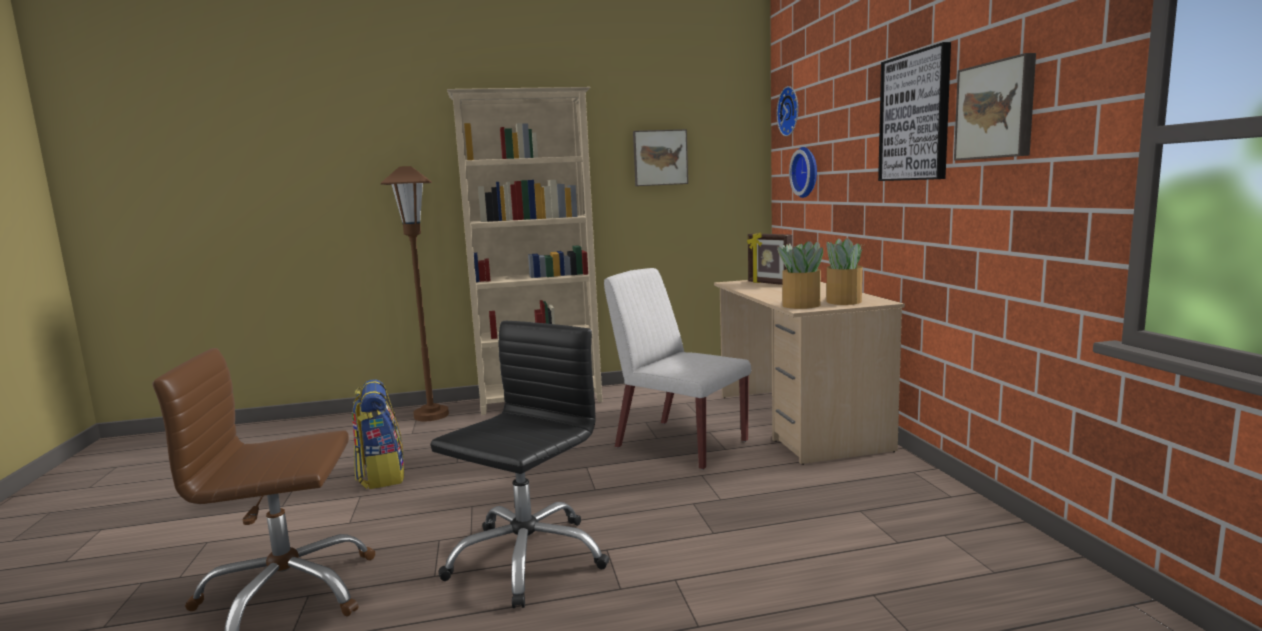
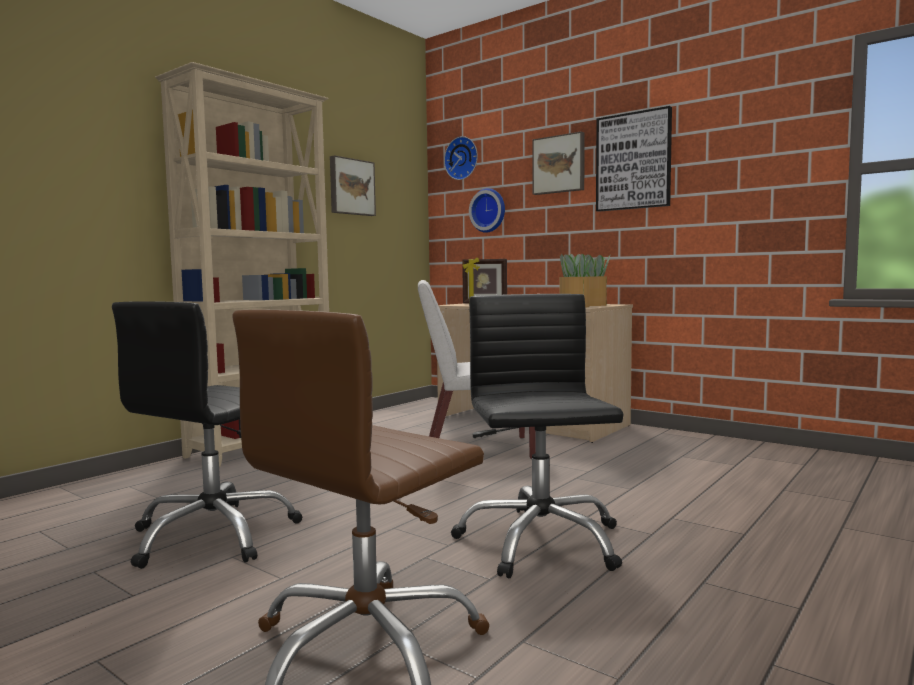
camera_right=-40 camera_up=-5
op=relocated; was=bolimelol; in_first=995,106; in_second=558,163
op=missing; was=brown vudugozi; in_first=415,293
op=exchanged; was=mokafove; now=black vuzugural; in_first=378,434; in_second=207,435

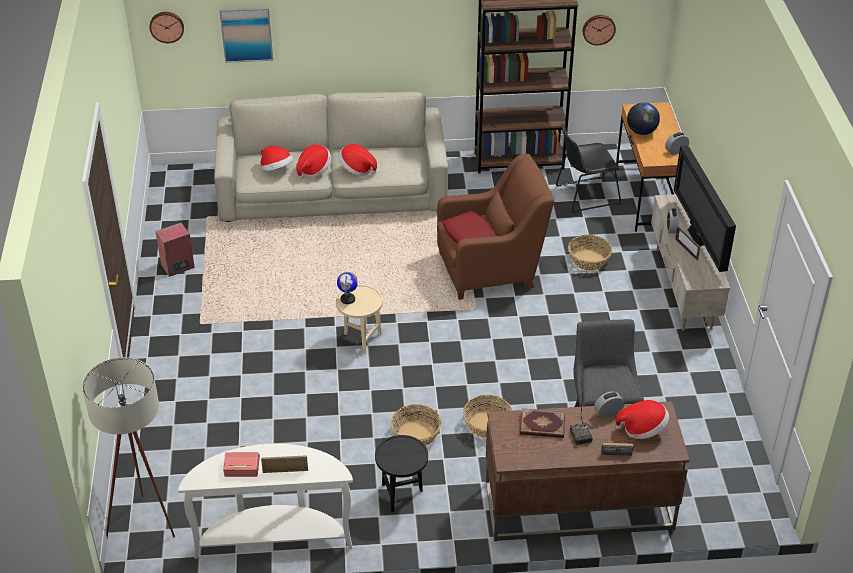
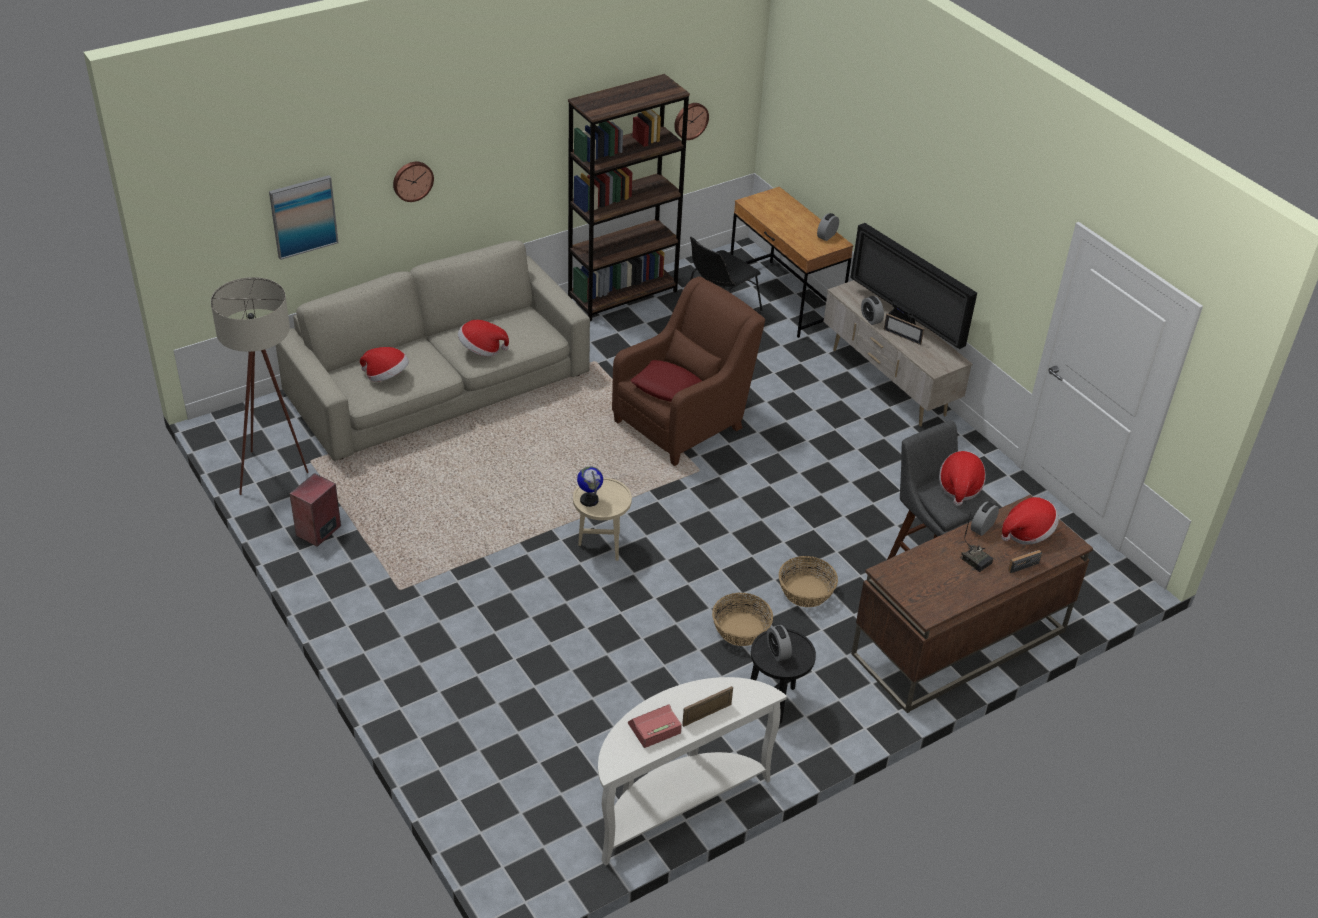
camera_right=-30 camera_up=0
op=relocated; was=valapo; in_first=167,27; in_second=413,182
op=missing; was=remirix; in_first=643,118
op=relocated; was=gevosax; in_first=313,162; in_second=962,478
op=missing; was=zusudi; in_first=590,253
op=relocated; was=beige vudugozi; in_first=128,447; in_second=259,386
op=missing; was=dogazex; in_first=542,423
op=appeared; now=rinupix; in_second=779,643

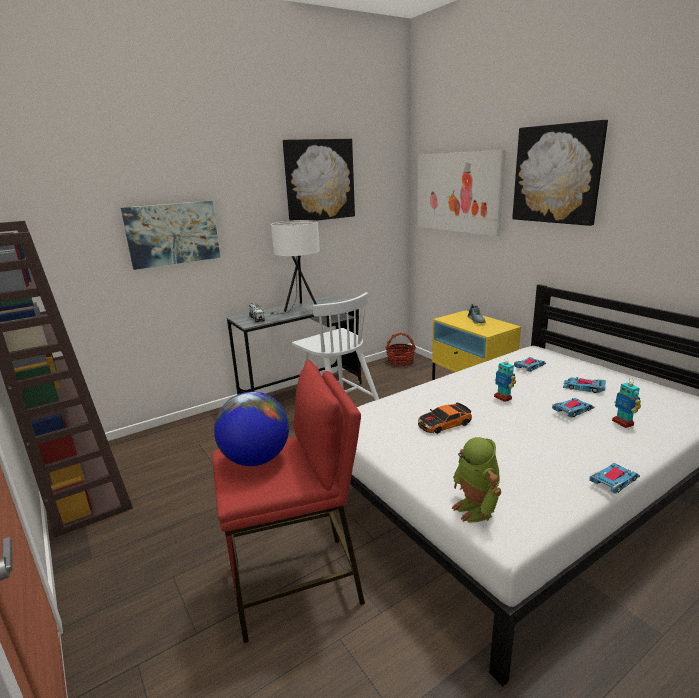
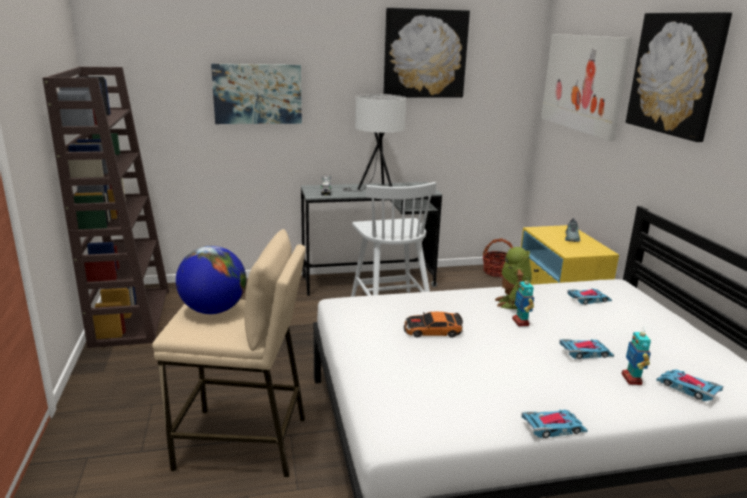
camera_right=20 camera_up=0
op=colour; was=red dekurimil; now=beige dekurimil; in_first=288,501; in_second=229,353
op=relocated; was=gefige; in_first=584,385; in_second=690,385
op=relocated; was=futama; in_first=476,480; in_second=513,278

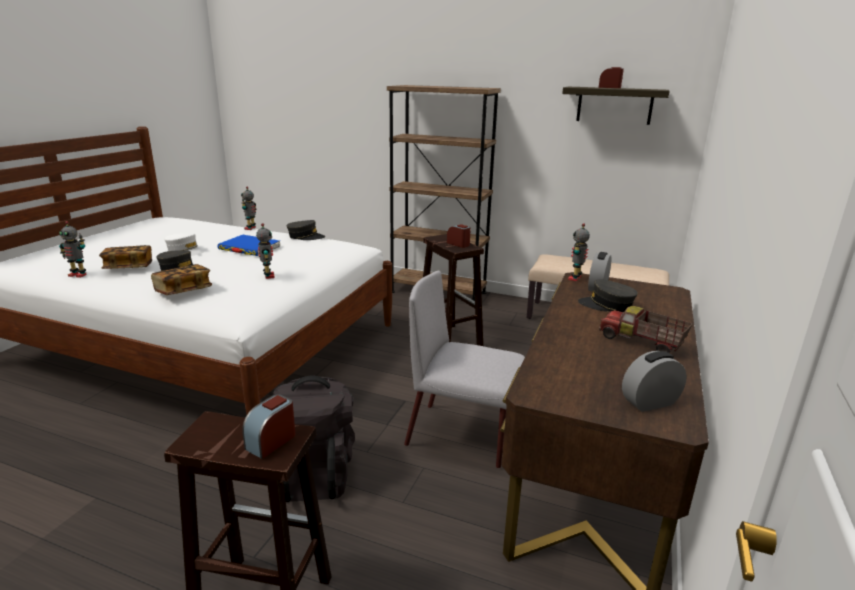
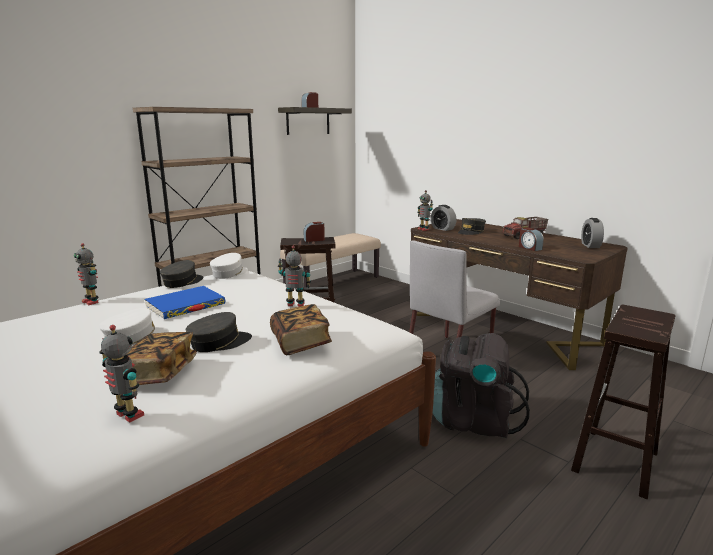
camera_right=-65 camera_up=-5
op=spun; was=futama; in_first=73,249; in_second=121,373; clockwise=-90
op=relocated; was=rinupix; in_first=268,426; in_second=531,239
op=appeared; now=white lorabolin; in_second=229,266

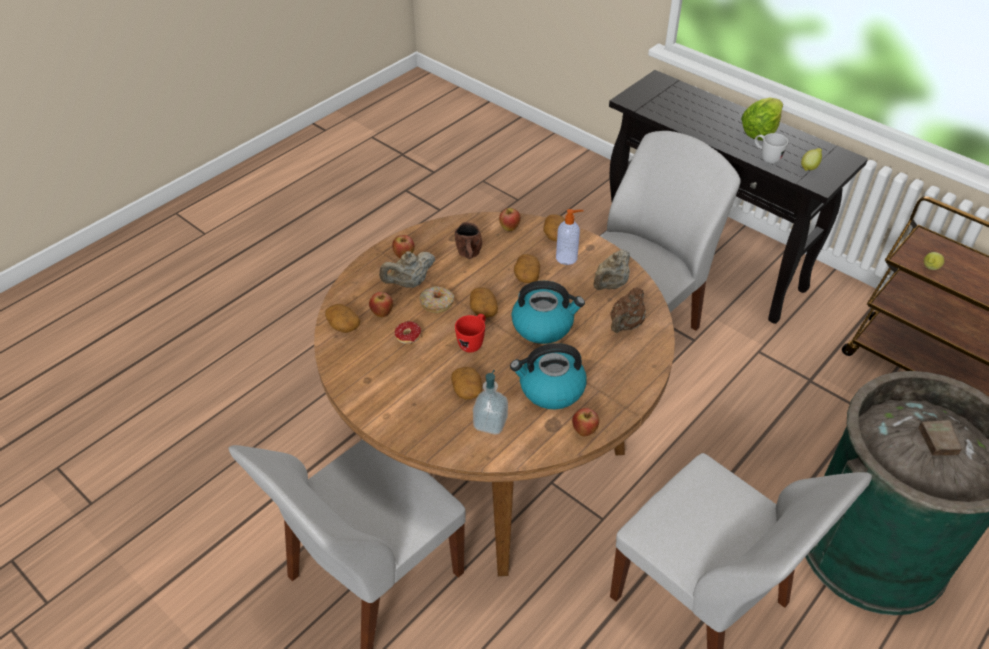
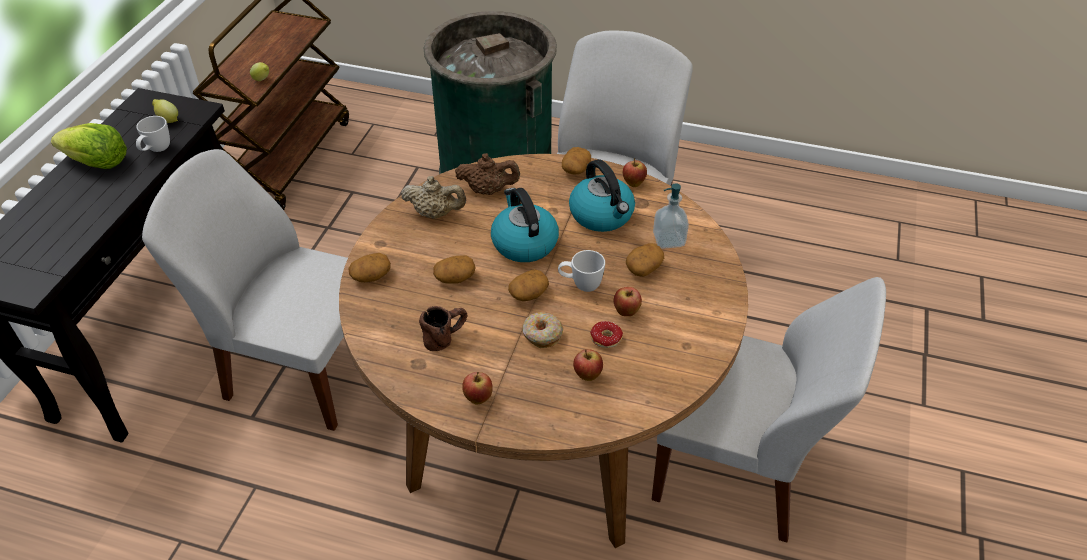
camera_right=-115 camera_up=0
op=relocated; was=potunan; in_first=510,219; in_second=628,301
op=missing; was=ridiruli; in_first=570,237
op=missing; was=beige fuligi; in_first=407,269
op=relocated; was=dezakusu; in_first=342,318; in_second=576,160
op=colour; was=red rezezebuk; now=white rezezebuk; in_first=470,333; in_second=581,271

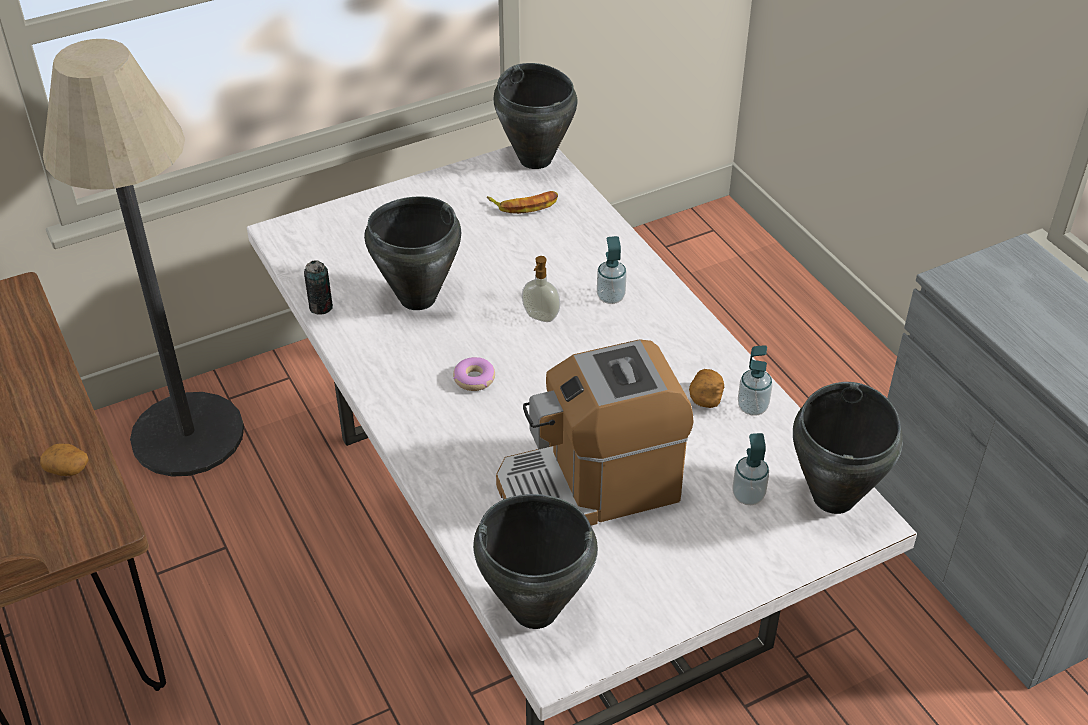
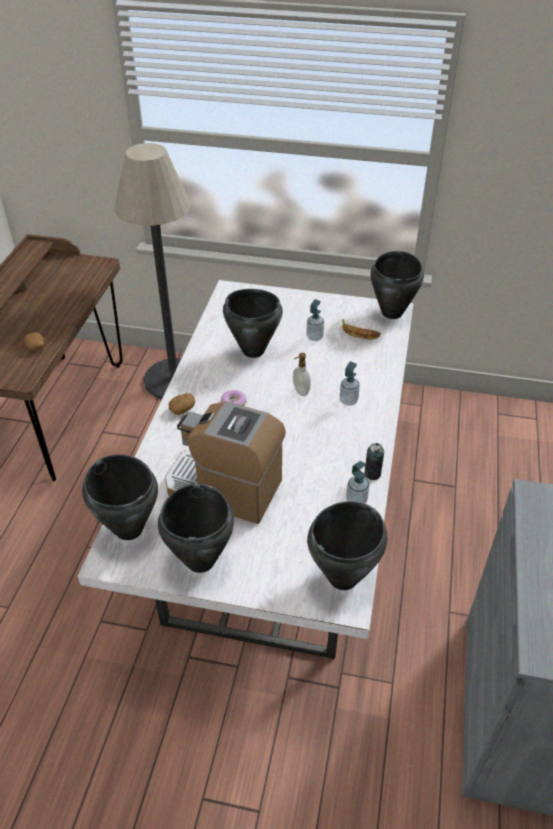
camera_right=40 camera_up=0
op=relocated; was=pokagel; in_first=318,287; in_second=374,461
op=relocated; was=dezakusu; in_first=706,388; in_second=182,404
op=relocated; was=ridiruli; in_first=750,469; in_second=315,320
op=appeared; now=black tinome; in_second=196,528

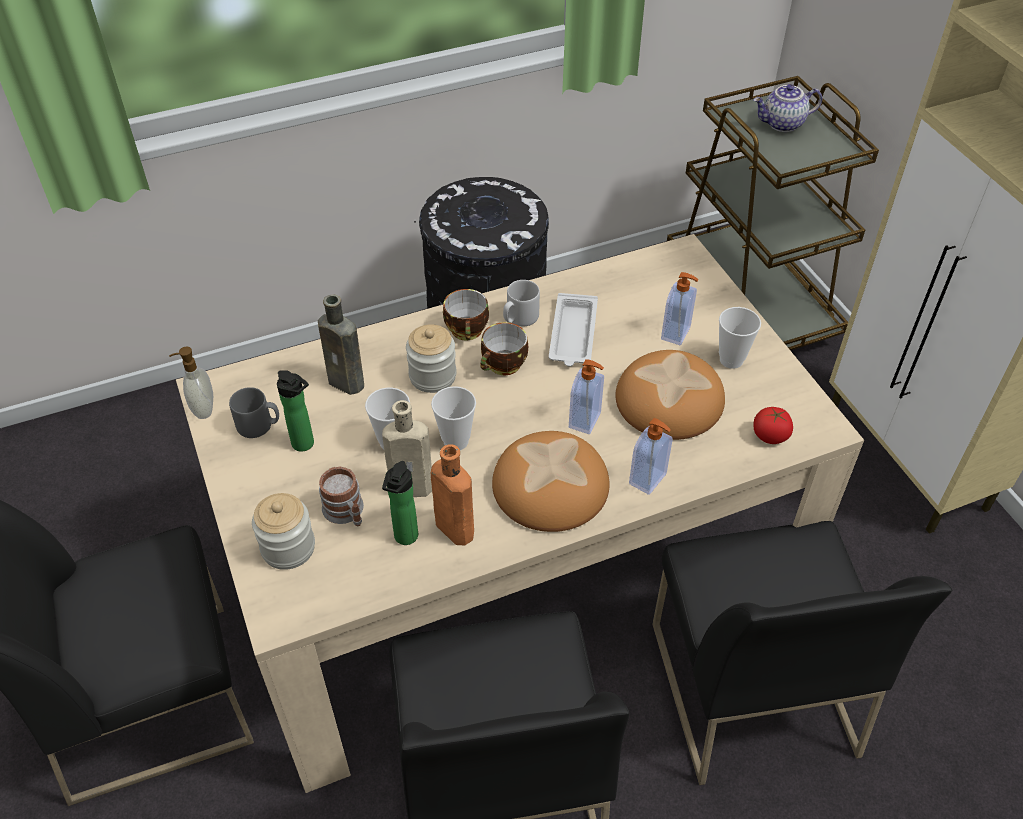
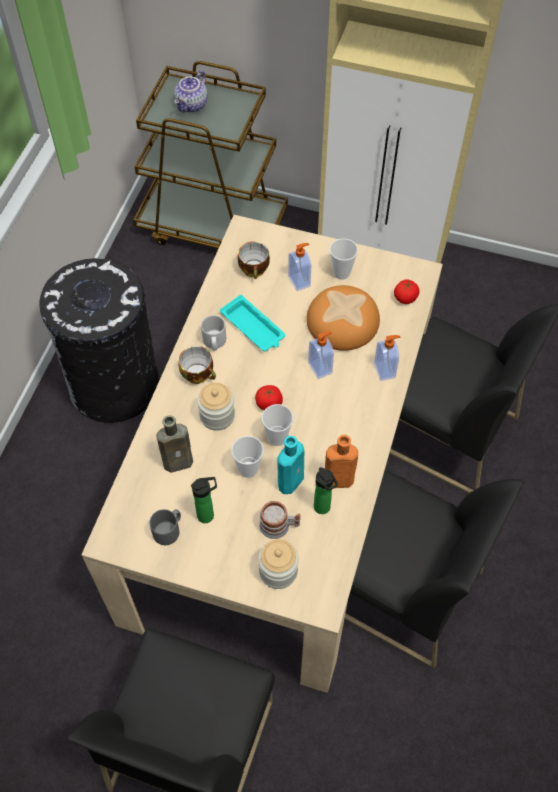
camera_right=-50 camera_up=10
op=colour; was=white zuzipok; now=turquoise zuzipok; in_first=573,330; in_second=252,323
op=relocated; was=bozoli; in_first=504,348; in_second=253,260
op=missing; was=ridiruli; in_first=191,383
op=colour; was=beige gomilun; now=turquoise gomilun; in_first=407,448; in_second=290,465
op=missing; was=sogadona; in_first=550,481
op=appeared; now=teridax; in_second=269,397

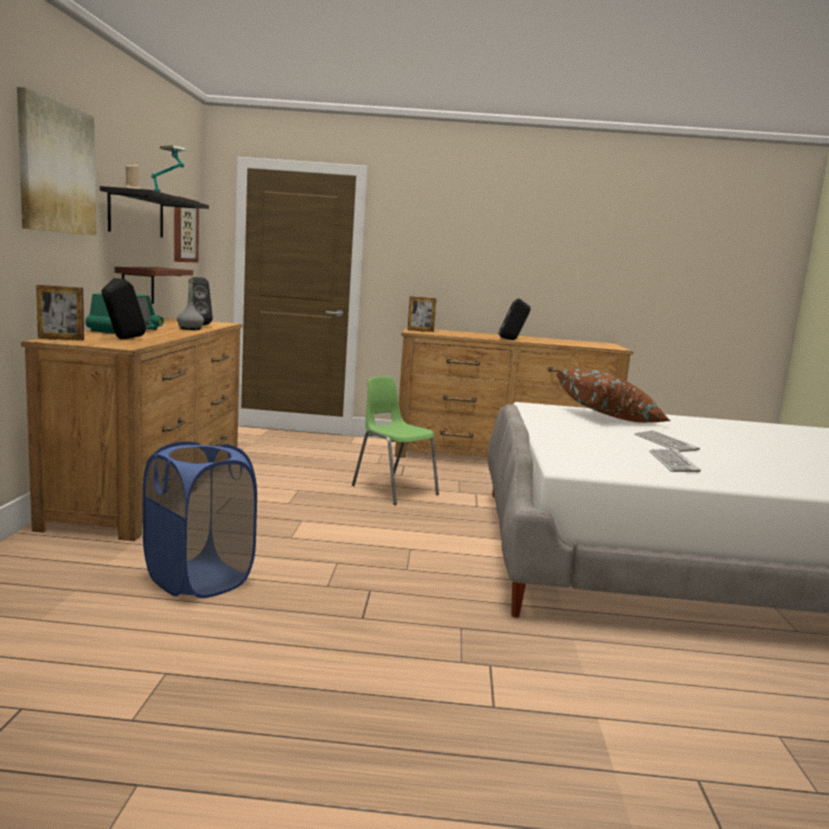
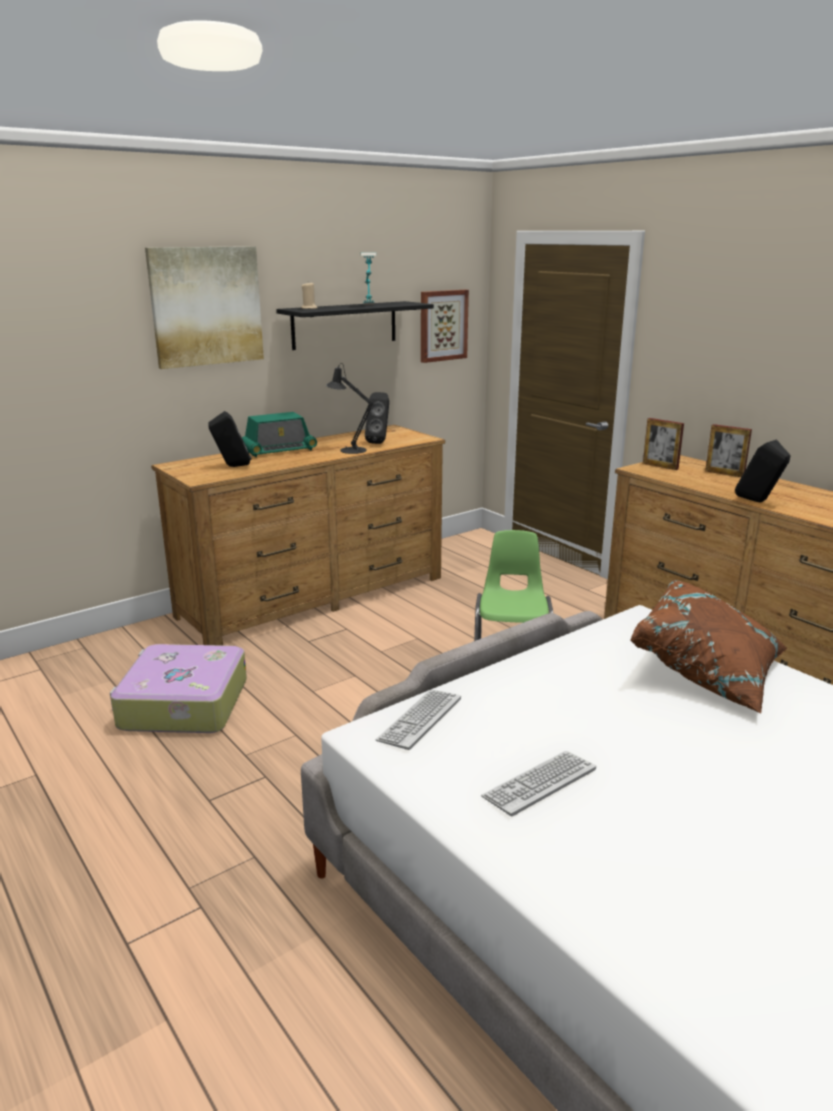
camera_right=50 camera_up=10
op=missing; was=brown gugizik; in_first=154,285
op=exchanged; was=grey gomilun; now=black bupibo; in_first=190,304; in_second=350,408
op=relocated; was=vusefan; in_first=60,313; in_second=728,450
op=relocated; was=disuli; in_first=667,441; in_second=418,720
op=exchanged; was=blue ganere; now=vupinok; in_first=200,519; in_second=178,688

